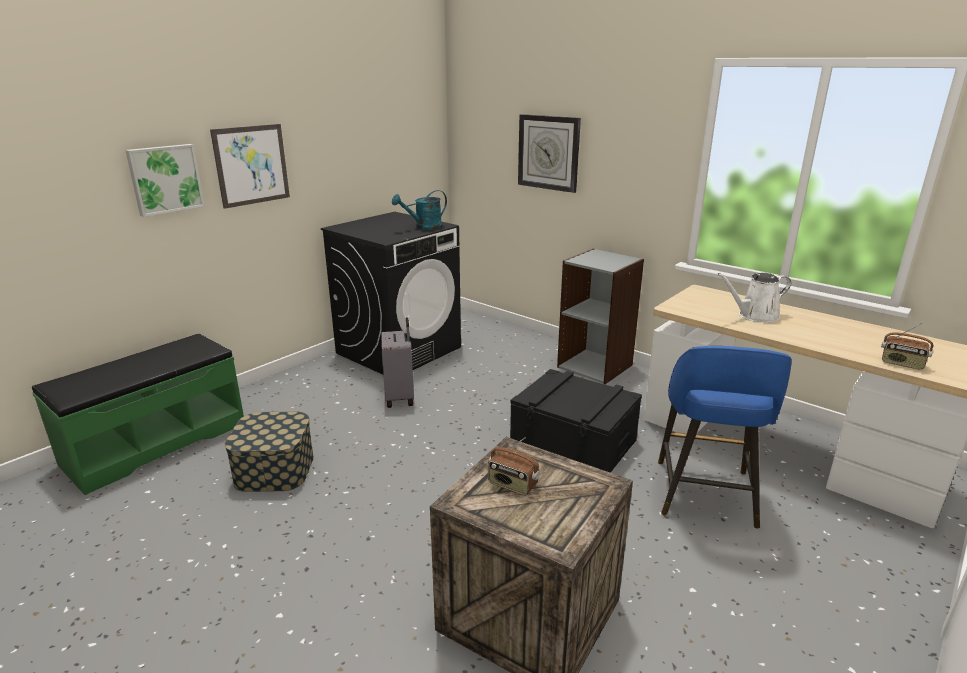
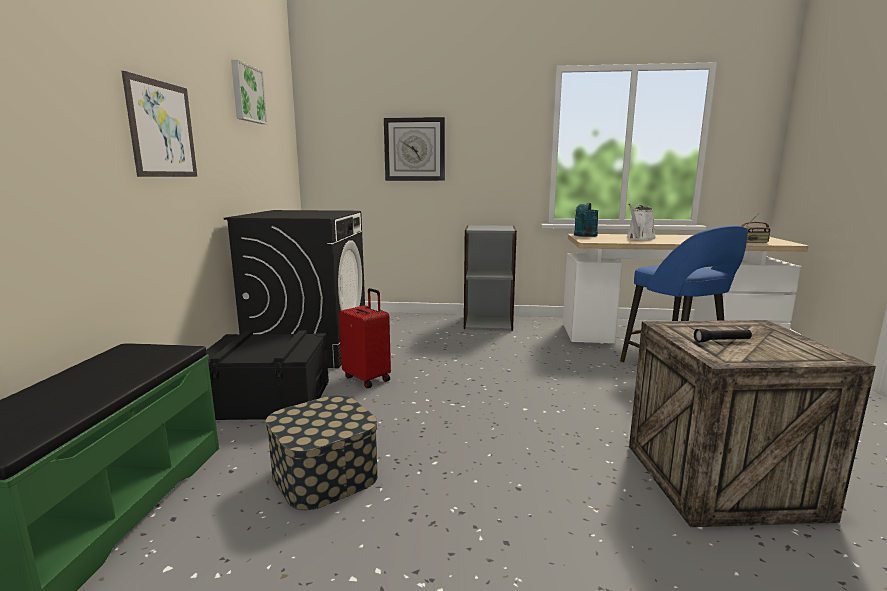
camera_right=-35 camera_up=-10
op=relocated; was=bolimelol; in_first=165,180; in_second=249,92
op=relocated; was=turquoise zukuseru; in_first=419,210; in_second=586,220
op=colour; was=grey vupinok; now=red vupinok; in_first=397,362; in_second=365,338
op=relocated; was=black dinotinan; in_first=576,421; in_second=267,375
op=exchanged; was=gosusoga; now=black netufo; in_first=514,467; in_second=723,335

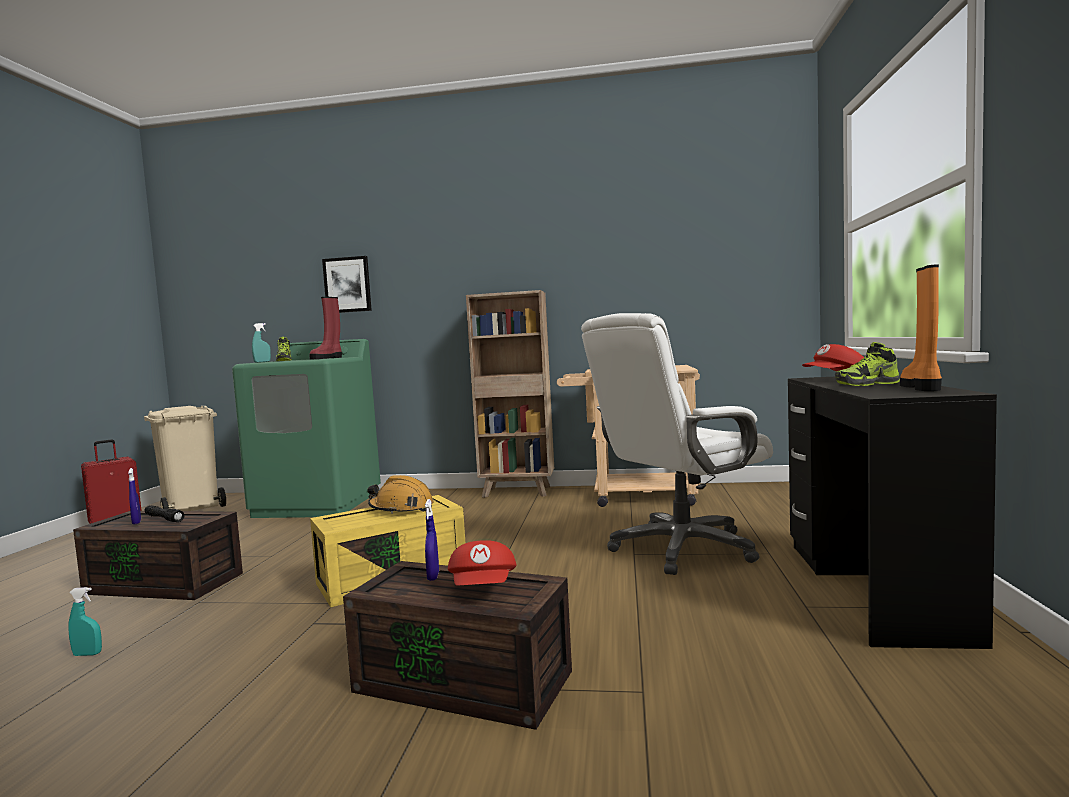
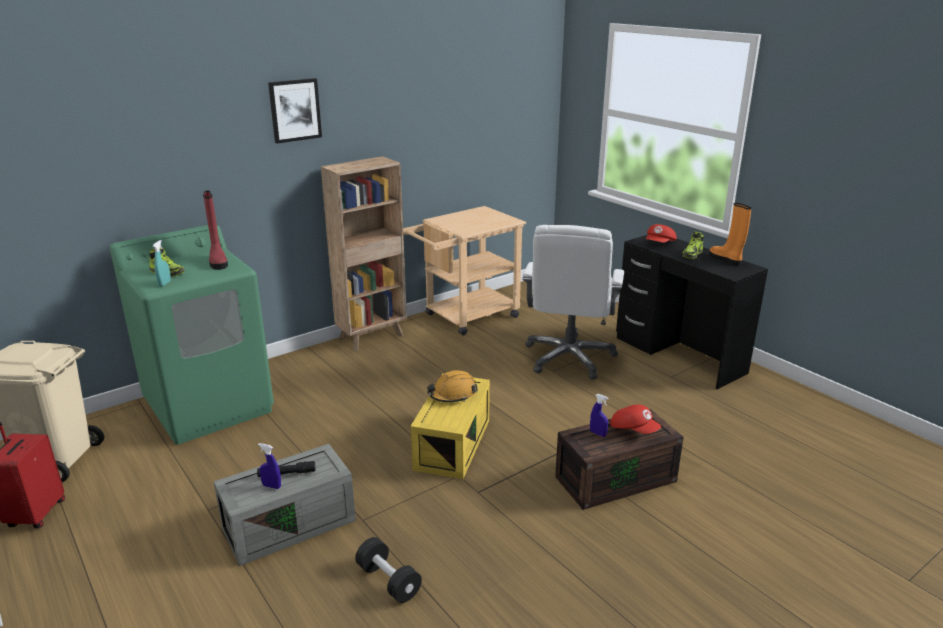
camera_right=-45 camera_up=20
op=relocated; was=bolimelol; in_first=347,284; in_second=295,110
op=colour; was=brown dinotinan; now=grey dinotinan; in_first=158,555; in_second=285,505
op=exchanged; was=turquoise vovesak; now=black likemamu; in_first=85,621; in_second=388,570

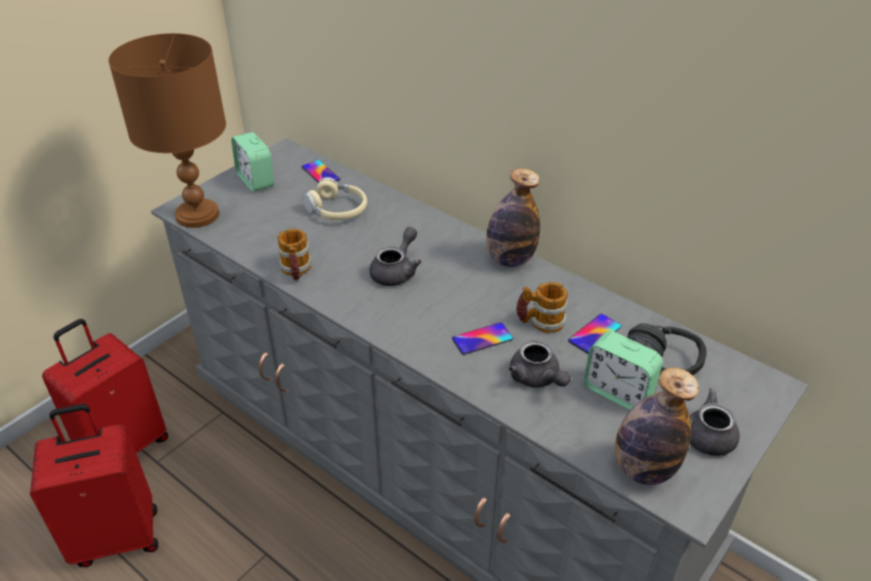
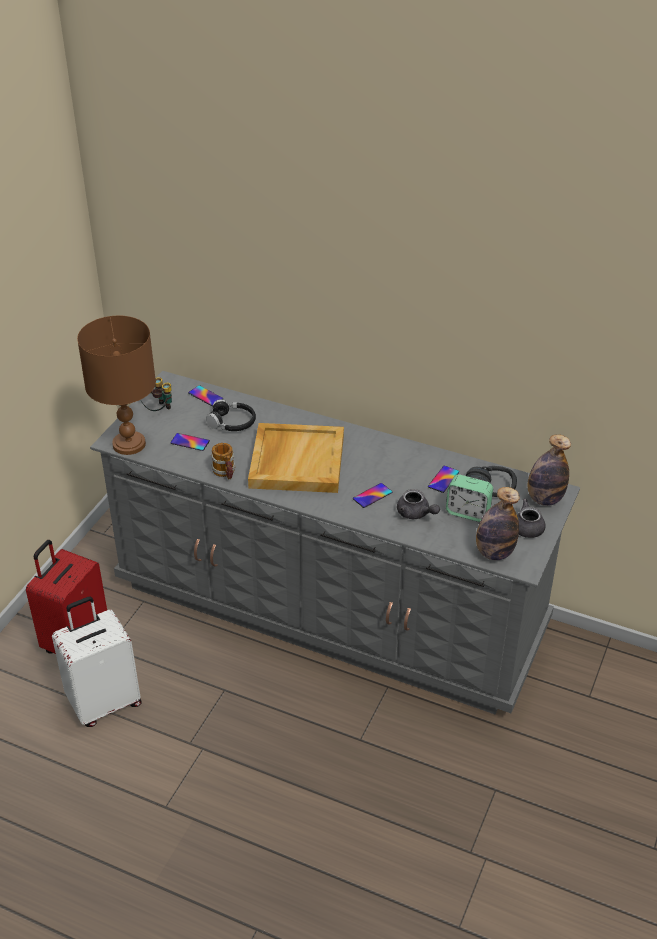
camera_right=-15 camera_up=0
op=exchanged; was=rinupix; now=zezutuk; in_first=252,162; in_second=156,394
op=relocated; was=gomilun; in_first=513,217; in_second=549,470
op=colour; was=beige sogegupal; now=black sogegupal; in_first=334,198; in_second=231,415
op=exchanged; was=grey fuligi; now=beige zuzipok; in_first=395,256; in_second=296,458
op=missing; was=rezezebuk; in_first=542,307
op=colour; was=red vupinok; now=white vupinok; in_first=94,485; in_second=97,662
op=appeared; now=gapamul; in_second=190,442

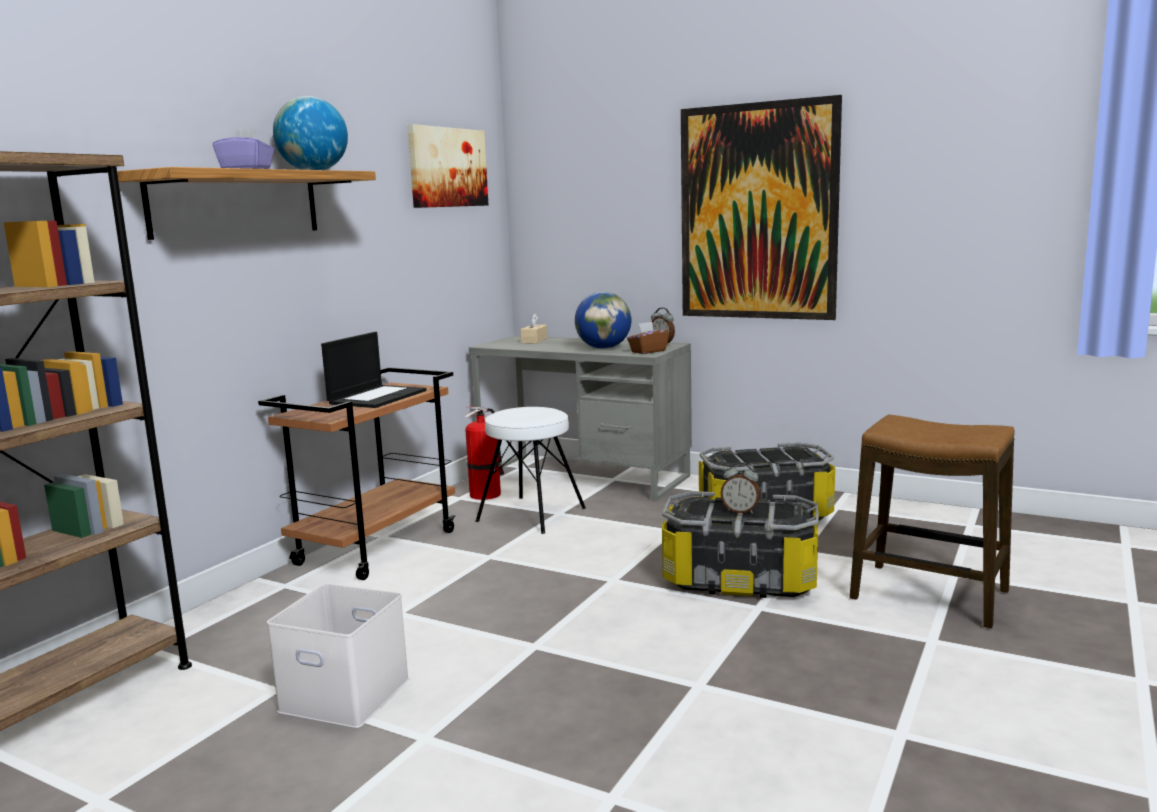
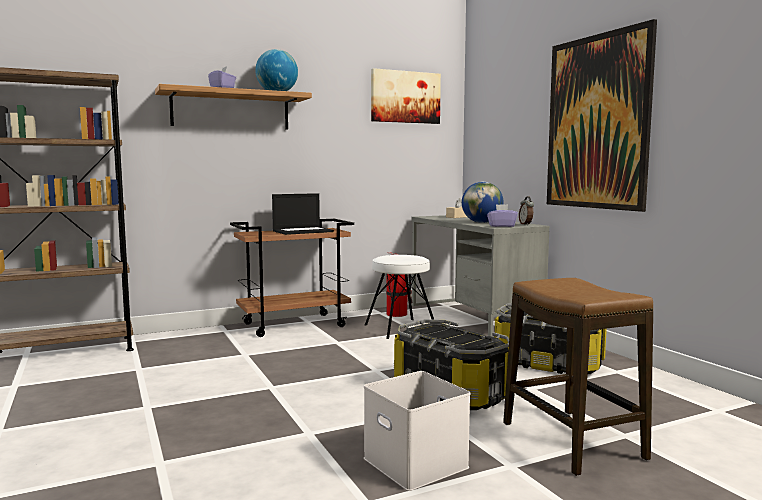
camera_right=35 camera_up=-5
op=colour; was=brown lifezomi; now=purple lifezomi; in_first=648,338; in_second=502,215
op=missing; was=rinupix; in_first=740,487
op=relocated; was=white dinotinan; in_first=338,655; in_second=417,431

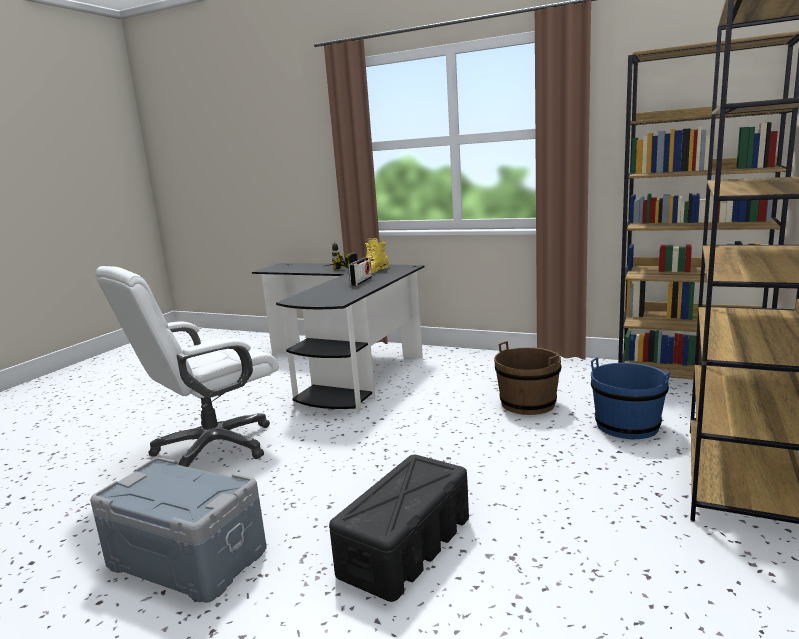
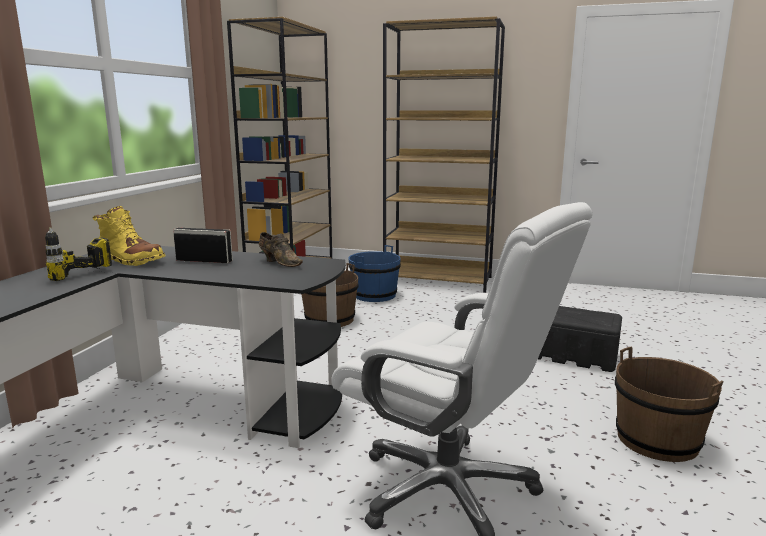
camera_right=-100 camera_up=0
op=exchanged; was=grey dinotinan; now=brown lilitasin; in_first=178,530; in_second=669,404
op=appeared; now=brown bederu; in_second=281,249

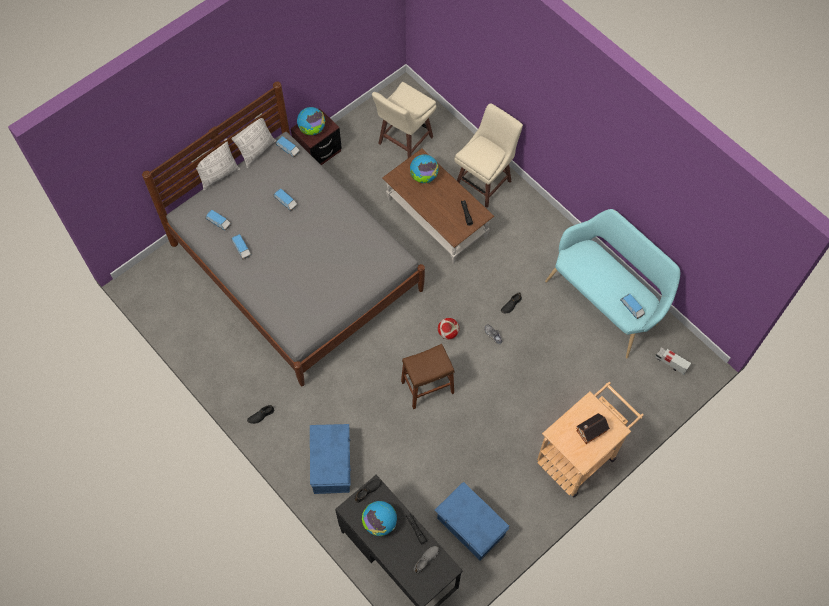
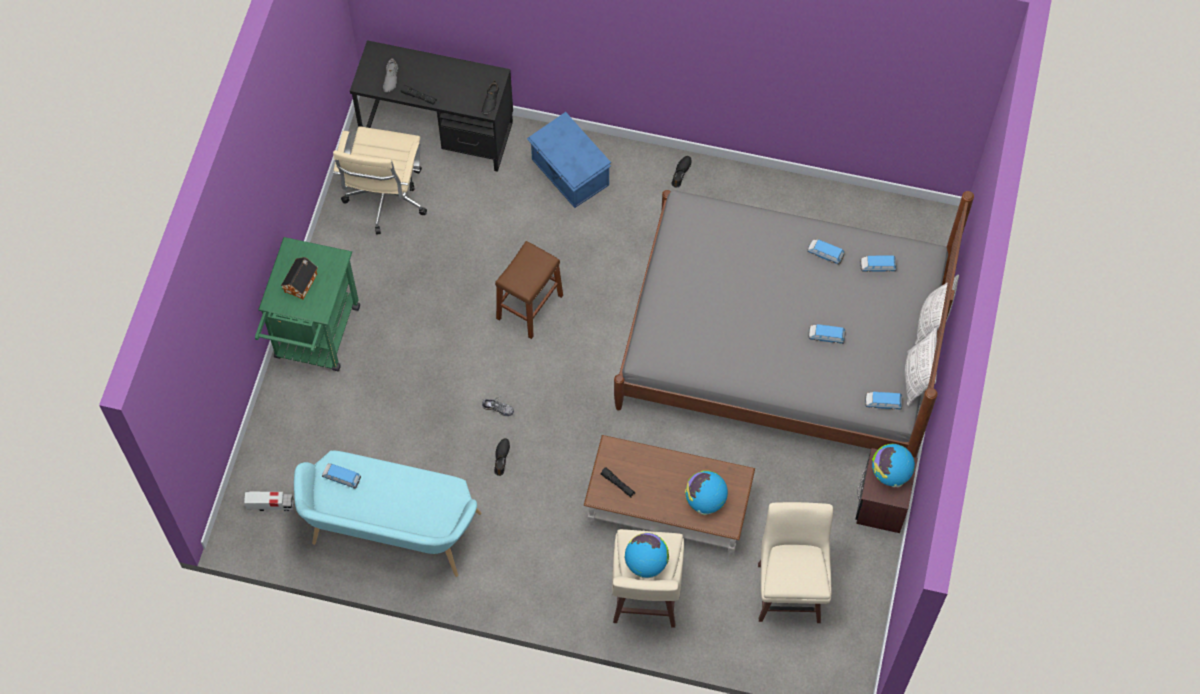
camera_right=145 camera_up=0
op=missing; was=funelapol; in_first=448,328
op=colour; was=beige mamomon; now=green mamomon; in_first=590,439; in_second=307,304
op=exchanged; was=blue dinotinan; now=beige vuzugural; in_first=472,521; in_second=380,181
op=relocated; was=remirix; in_first=379,518; in_second=646,555

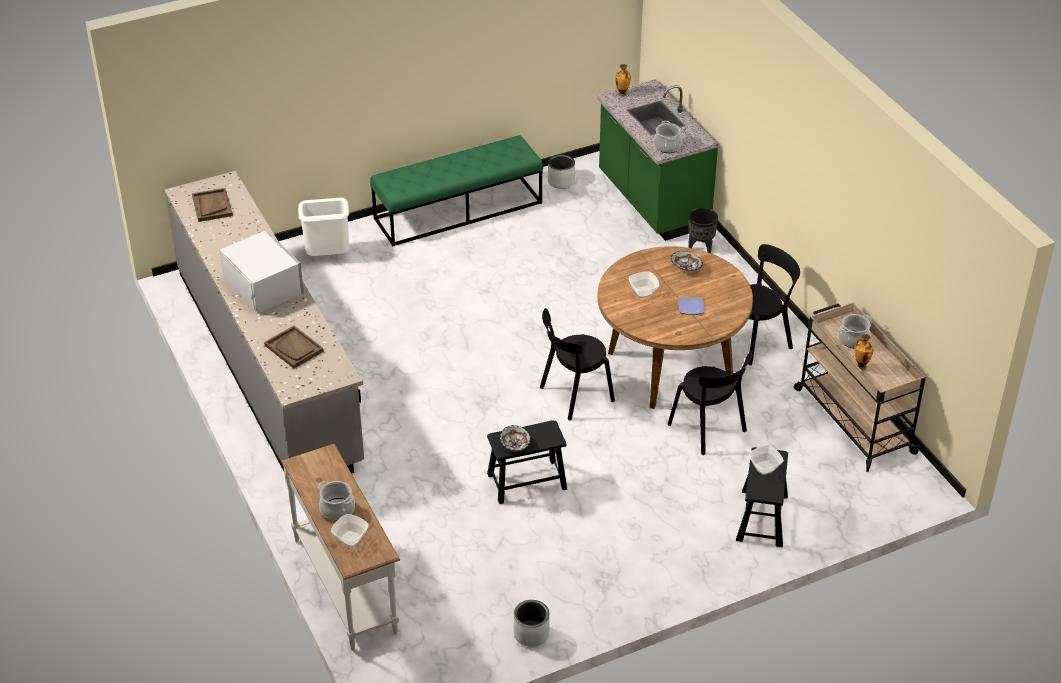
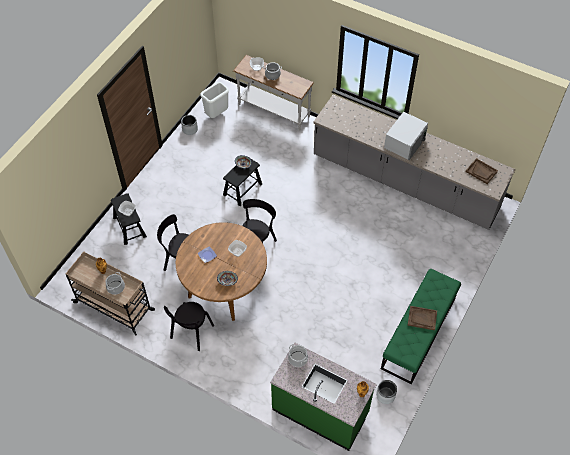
camera_right=145 camera_up=15
op=relocated; was=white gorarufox; in_first=324,227; in_second=214,100
op=missing; was=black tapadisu; in_first=703,230
op=spun; was=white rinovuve; in_first=262,272; in_second=406,136; clockwise=-75
op=relocated; was=brown zuzipok; in_first=294,347; in_second=422,318

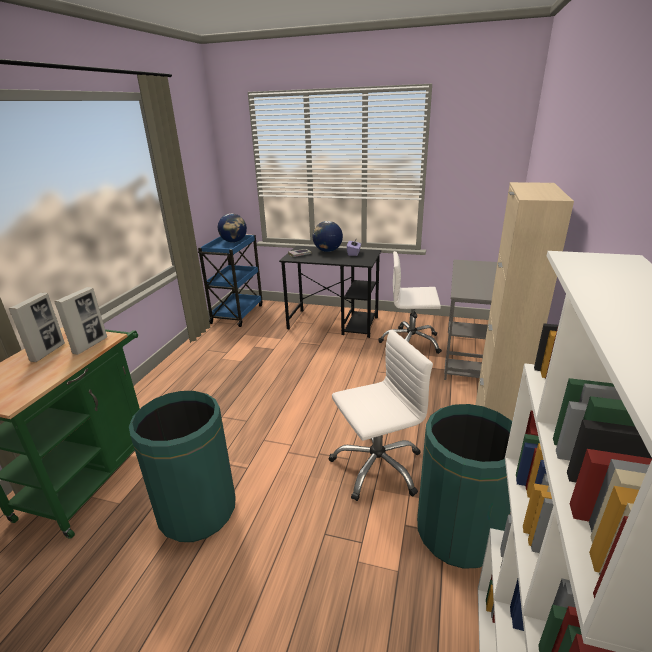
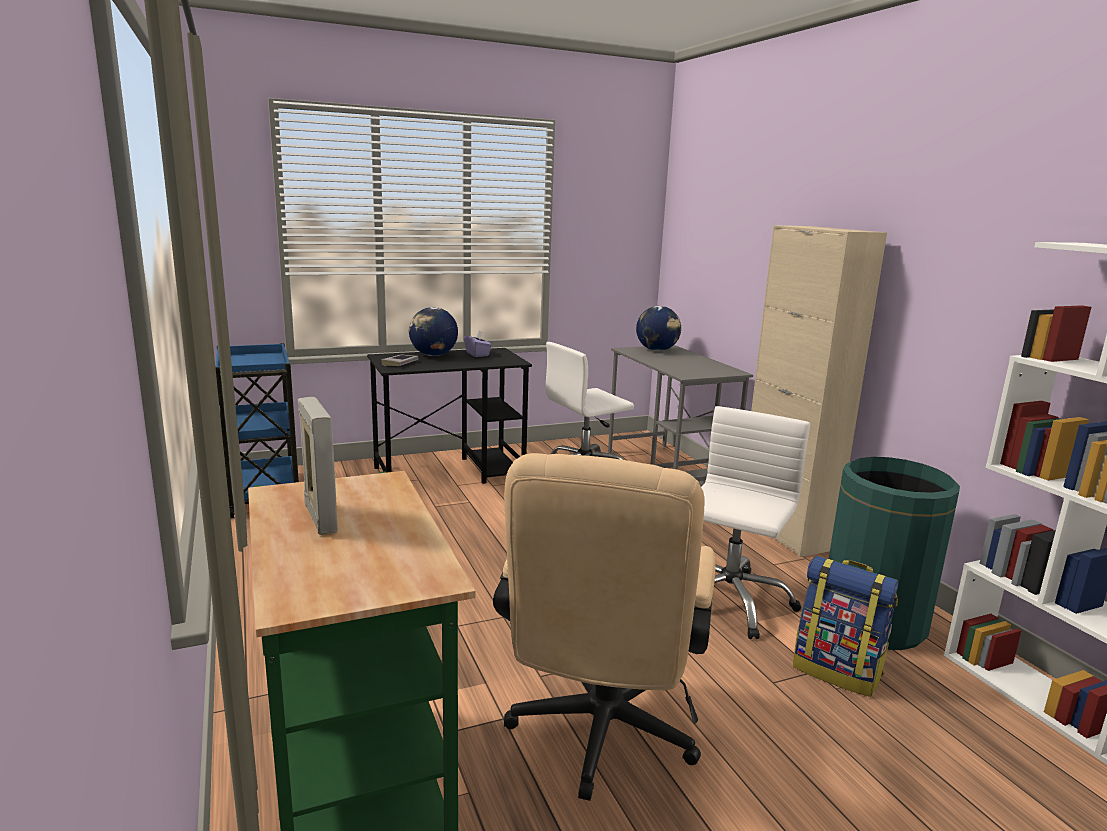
camera_right=-40 camera_up=-10
op=relocated; was=remirix; in_first=232,228; in_second=658,328
op=missing; was=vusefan; in_first=80,321
op=exchanged; was=green gorarufox; now=beige vuzugural; in_first=182,466; in_second=604,627
op=appeared; now=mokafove; in_second=845,626

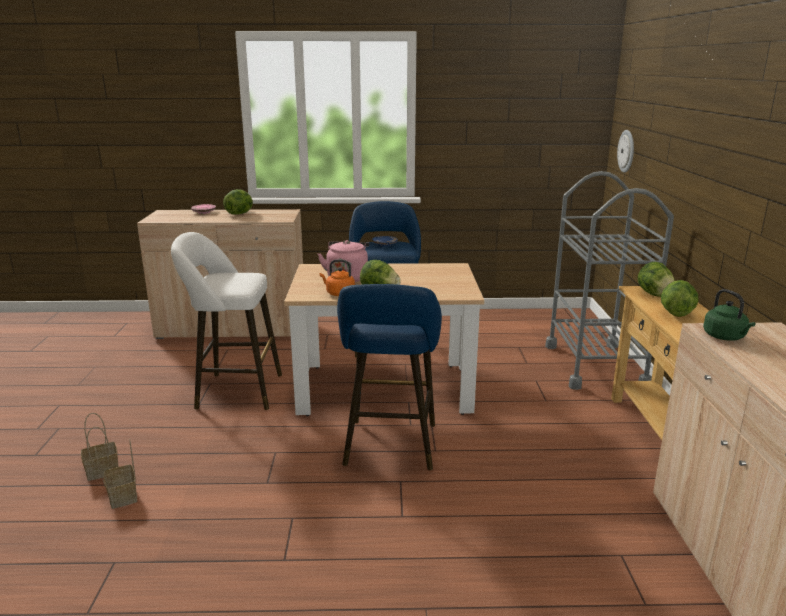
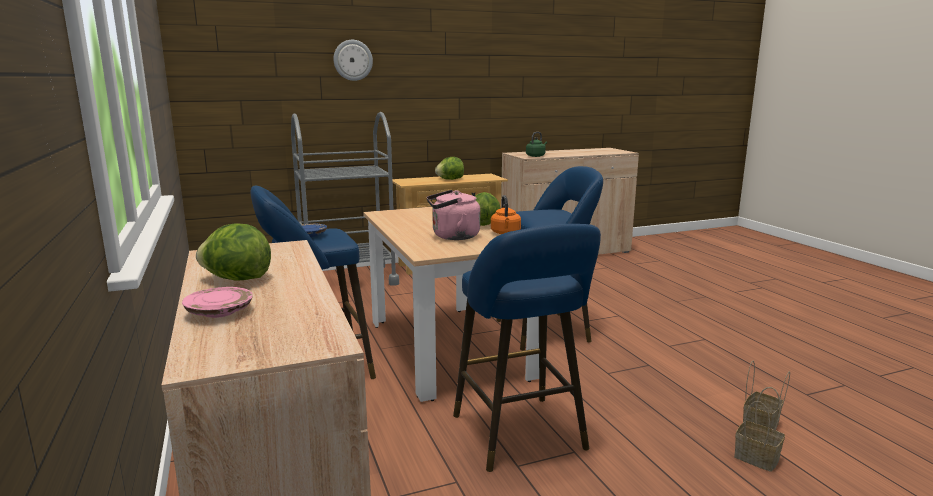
camera_right=-110 camera_up=-5
op=relocated; was=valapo; in_first=625,151; in_second=353,60
op=colour; was=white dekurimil; now=blue dekurimil; in_first=226,321; in_second=527,348
op=missing; was=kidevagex; in_first=656,279

